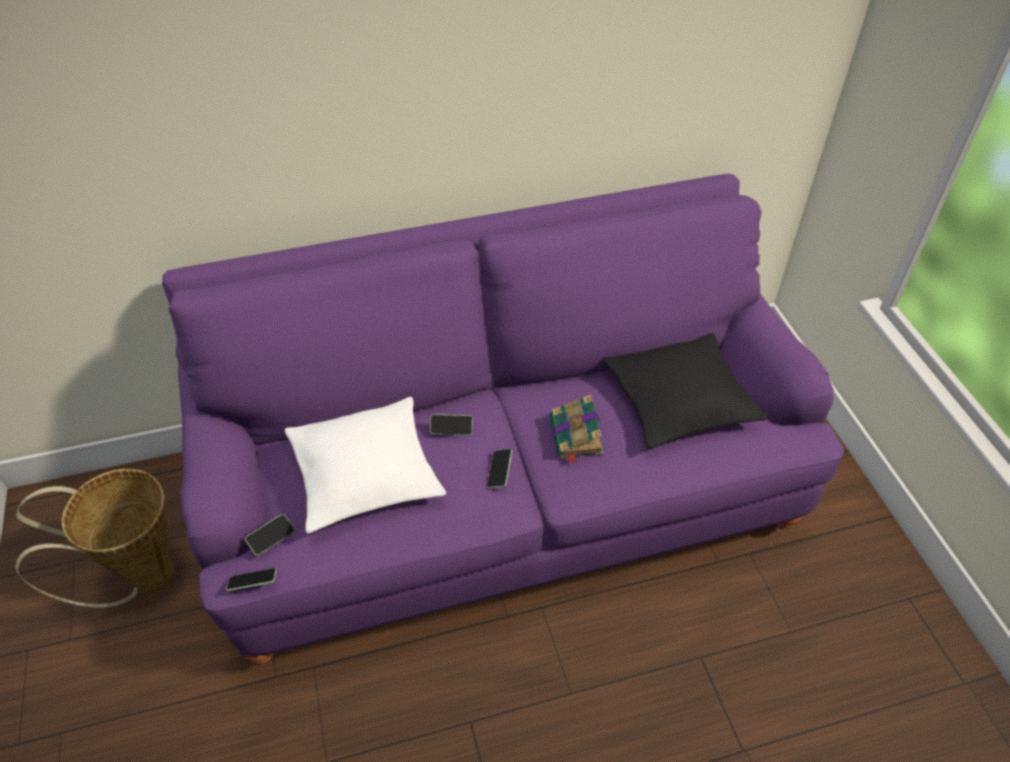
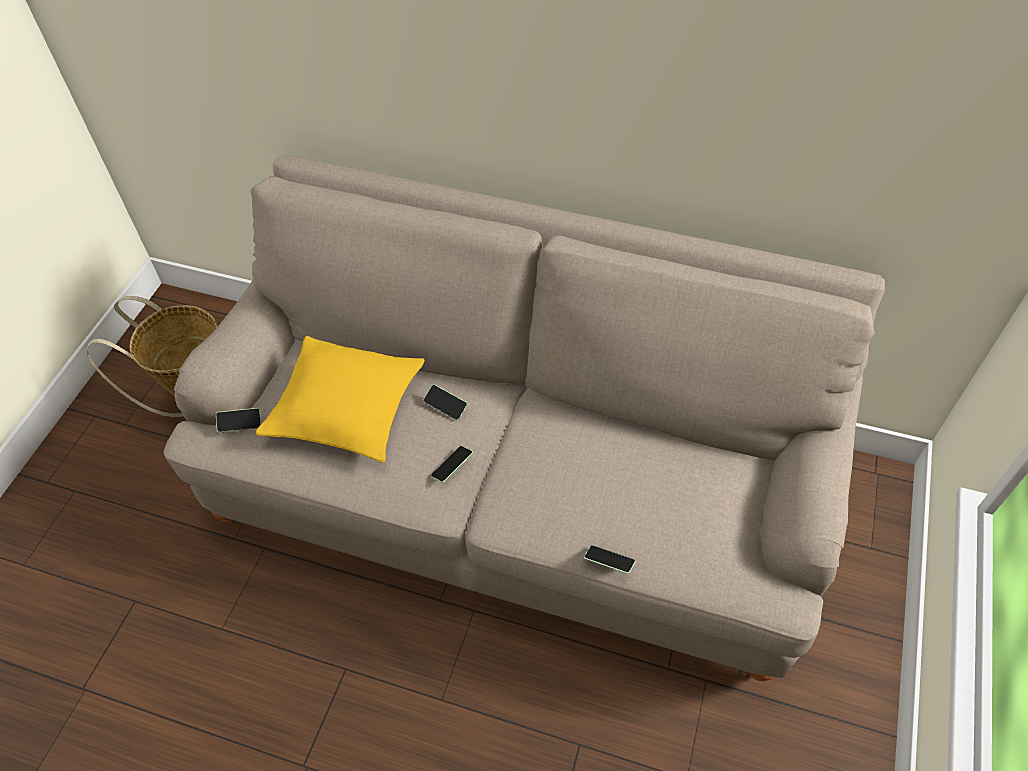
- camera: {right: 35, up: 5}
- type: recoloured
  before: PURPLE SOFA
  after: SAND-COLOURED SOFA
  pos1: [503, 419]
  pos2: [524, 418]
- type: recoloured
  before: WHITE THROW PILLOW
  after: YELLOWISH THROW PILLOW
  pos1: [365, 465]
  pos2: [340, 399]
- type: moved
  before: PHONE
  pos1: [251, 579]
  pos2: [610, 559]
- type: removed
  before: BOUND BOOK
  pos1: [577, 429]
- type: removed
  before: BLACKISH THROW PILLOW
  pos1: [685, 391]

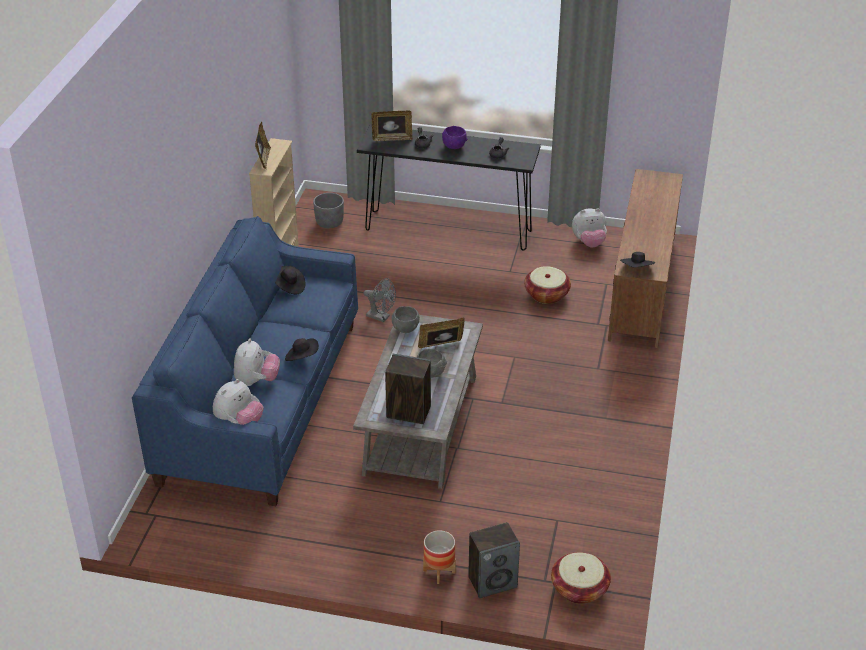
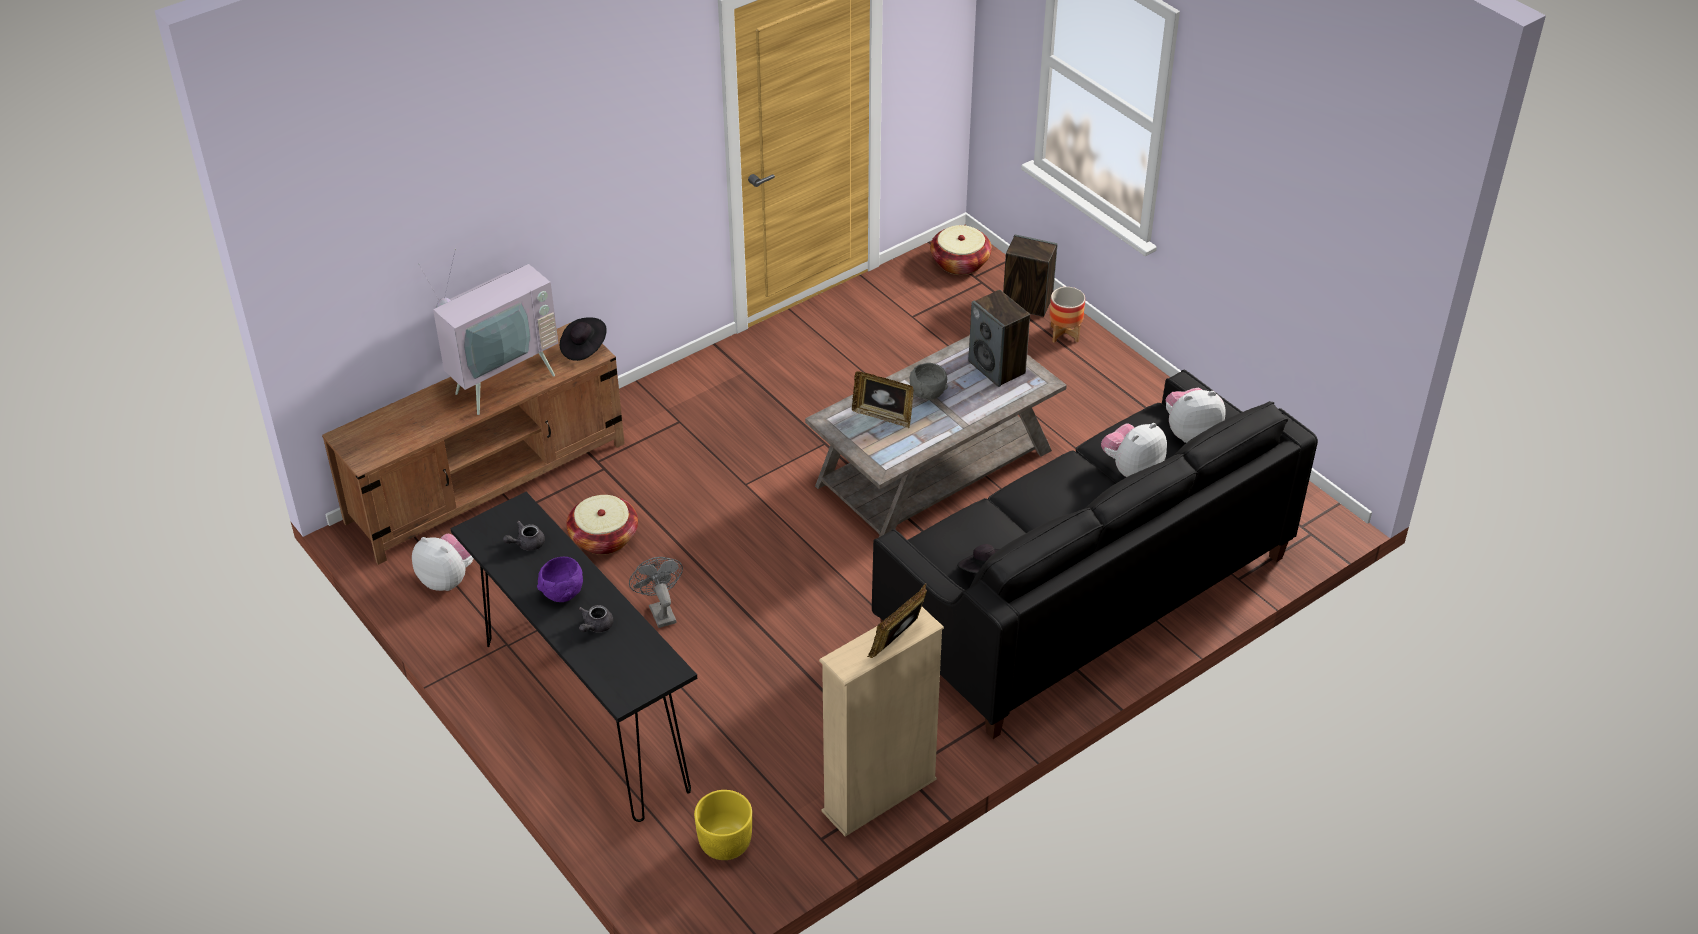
- camera: {right: -140, up: 5}
- type: added
  after: TV
  pos2: [488, 332]
- type: moved
  before: GREYISH ELECTRIC FAN
  pos1: [379, 300]
  pos2: [656, 592]
- type: recoloured
  before: GREYISH FLOWER POT
  after: YELLOWISH FLOWER POT
  pos1: [328, 210]
  pos2: [723, 825]
- type: recoloured
  before: BLUISH SOFA
  after: BLACKISH SOFA
  pos1: [245, 361]
  pos2: [1095, 554]
- type: removed
  before: BLACKISH CLOTHING HAT
  pos1: [302, 349]
- type: removed
  before: PHOTO FRAME
  pos1: [391, 126]
- type: removed
  before: GREYISH DEEP DISH
  pos1: [406, 319]

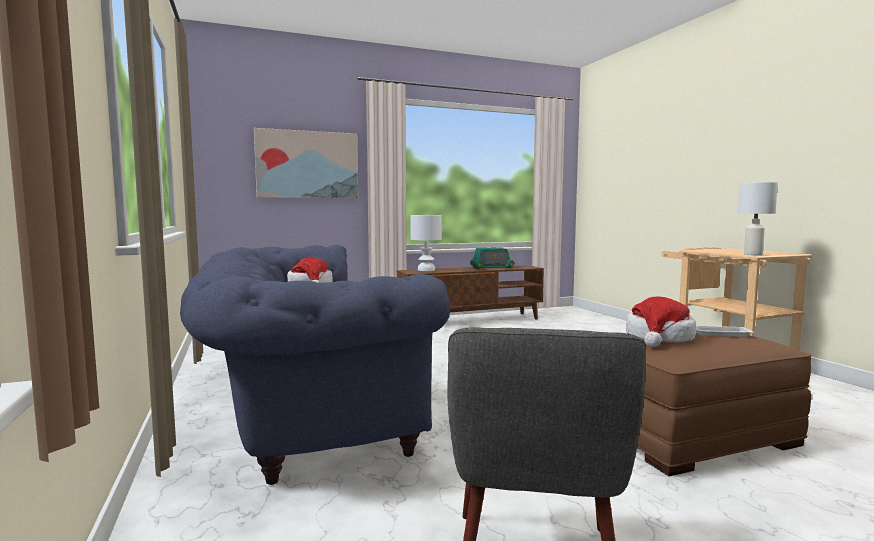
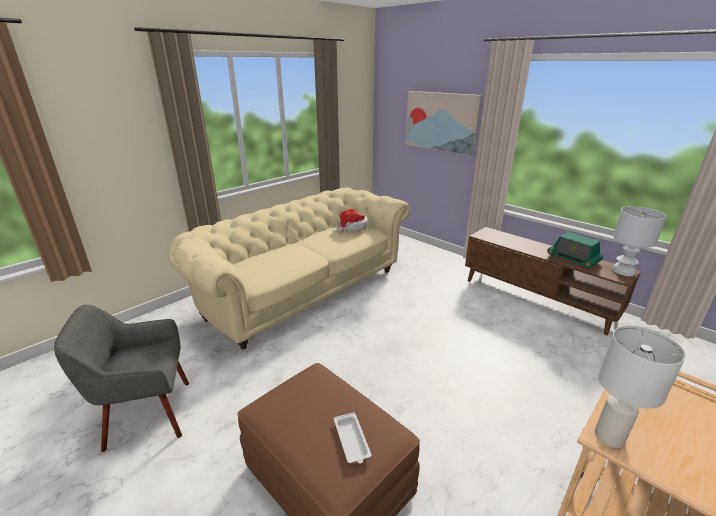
- camera: {right: 65, up: 20}
- type: recoloured
  before: BLUISH SOFA
  after: SAND-COLOURED SOFA
  pos1: [315, 365]
  pos2: [289, 268]
- type: moved
  before: WHITE TABLE LAMP
  pos1: [426, 243]
  pos2: [639, 241]
- type: removed
  before: CLOTHING HAT
  pos1: [661, 322]

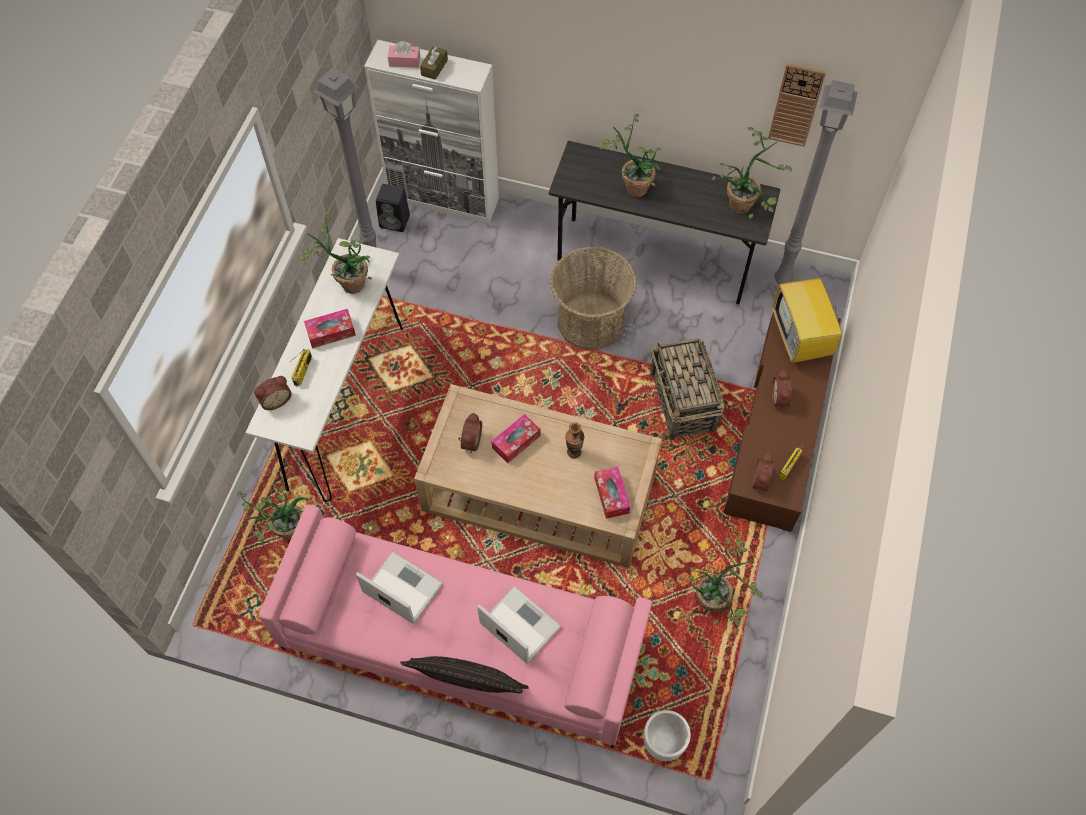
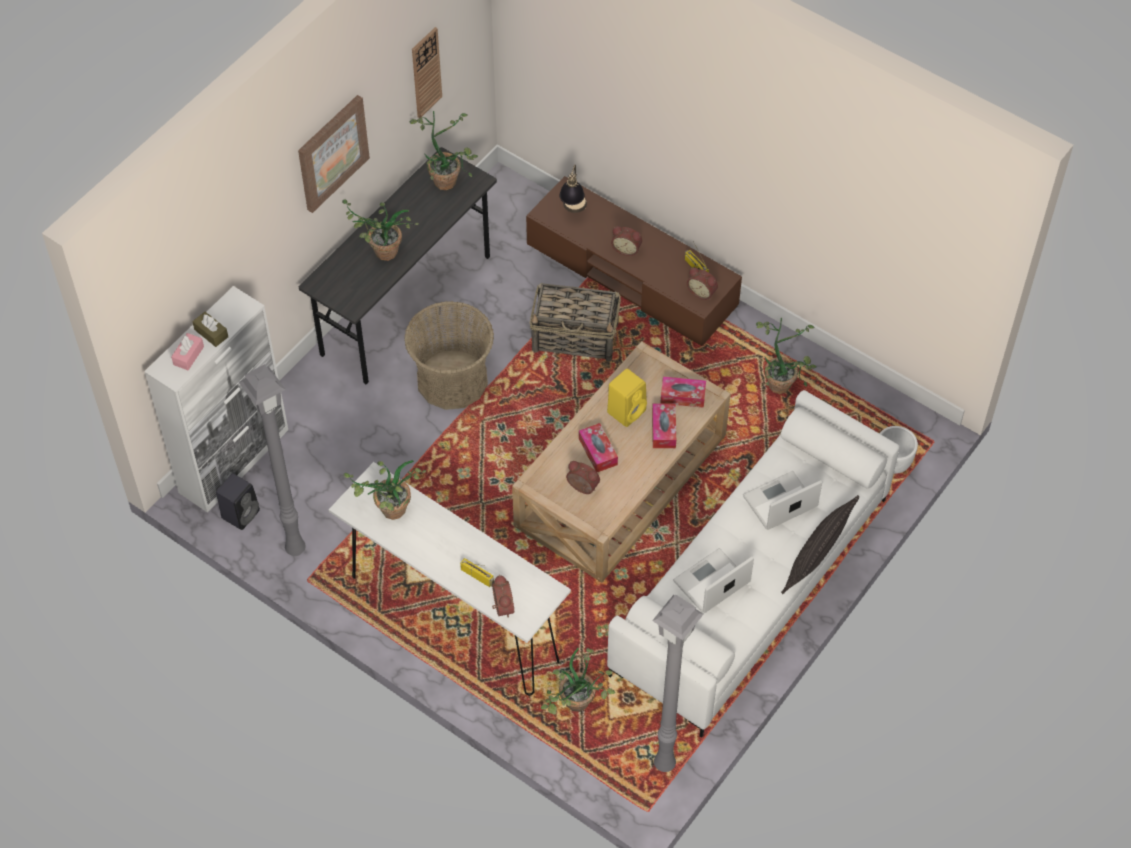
- camera: {right: -70, up: -5}
- type: added
  after: PICTURE
  pos2: [334, 154]
- type: replaced
  before: TV
  after: TABLE LAMP
  pos1: [810, 319]
  pos2: [573, 189]
- type: replaced
  before: VASE
  after: YELLOWISH AUDIO SPEAKER
  pos1: [574, 440]
  pos2: [627, 398]
- type: recoloured
  before: PINK-COLOURED SOFA
  after: WHITE SOFA
  pos1: [455, 626]
  pos2: [753, 564]
- type: moved
  before: BOX OF TISSUES
  pos1: [330, 328]
  pos2: [664, 425]
- type: moved
  before: GREYISH STANDARD LAMP
  pos1: [816, 182]
  pos2: [677, 683]

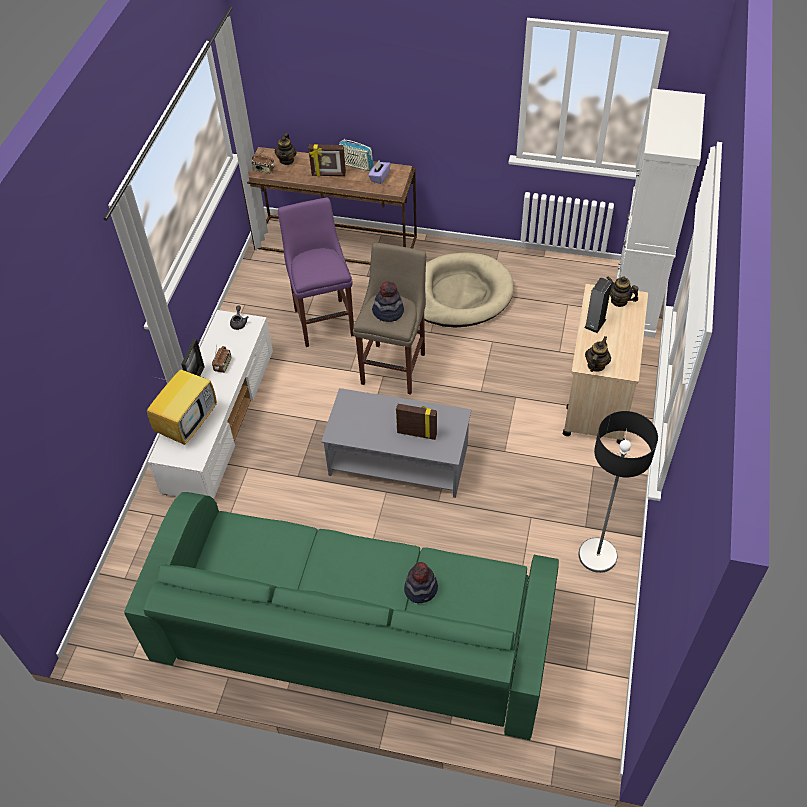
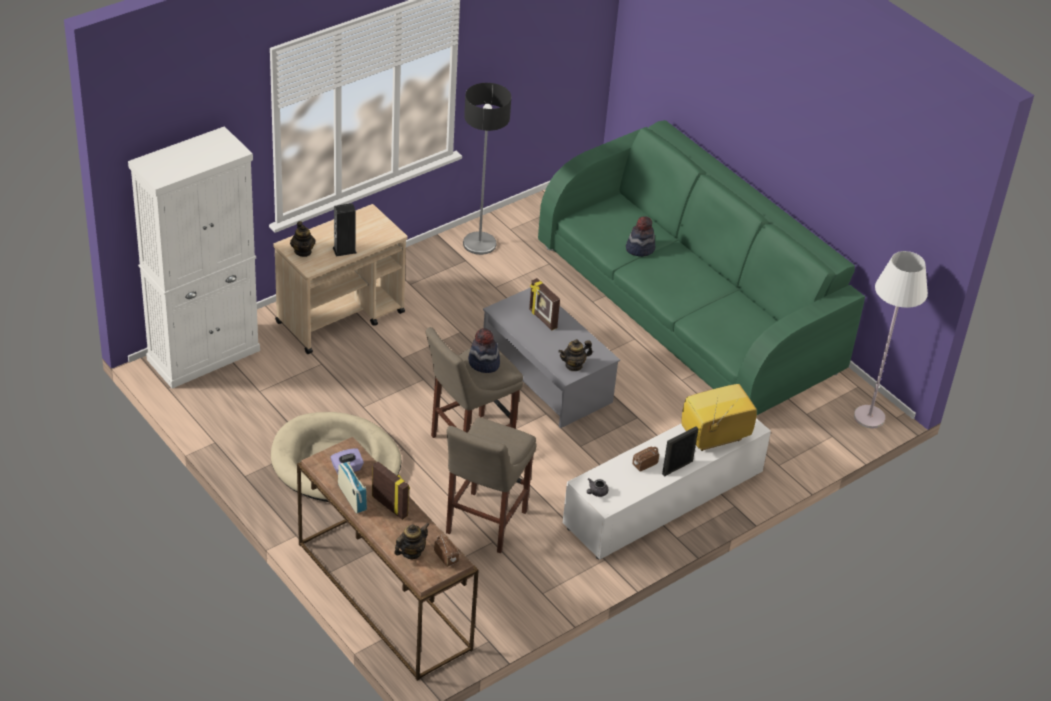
- camera: {right: -145, up: -10}
- type: recoloured
  before: PURPLE STOOL
  after: SAND-COLOURED STOOL
  pos1: [316, 272]
  pos2: [491, 485]
- type: moved
  before: POT FOR TEA
  pos1: [598, 354]
  pos2: [575, 355]
- type: added
  after: WHITE STANDARD LAMP
  pos2: [891, 340]

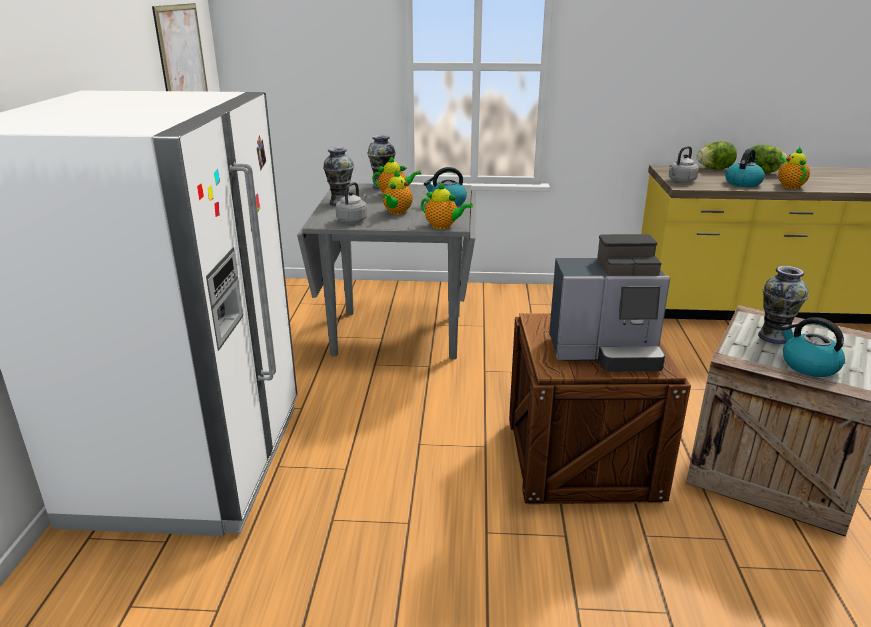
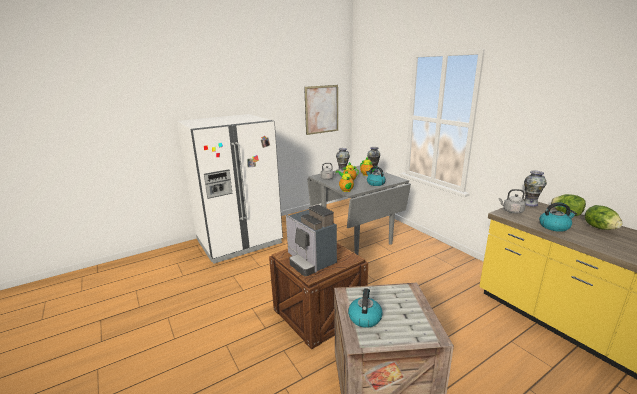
- camera: {right: 55, up: -5}
- type: moved
  before: VASE
  pos1: [783, 305]
  pos2: [535, 189]
- type: removed
  before: POT FOR TEA
  pos1: [794, 168]

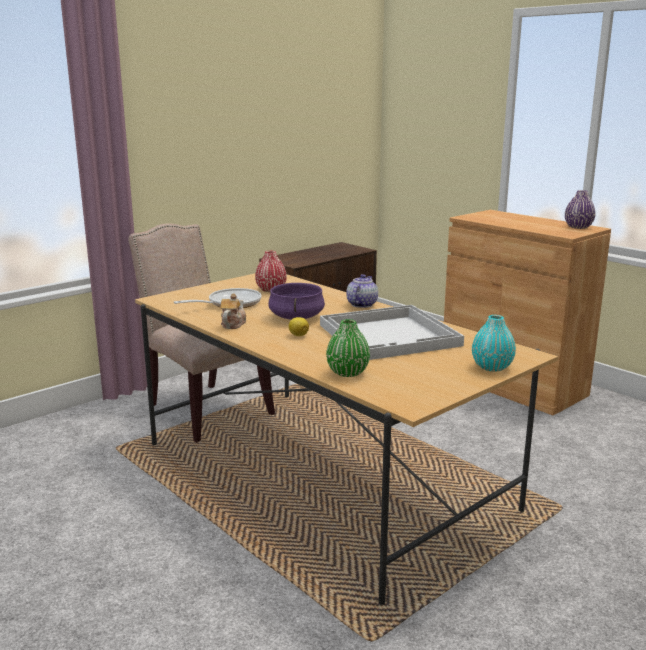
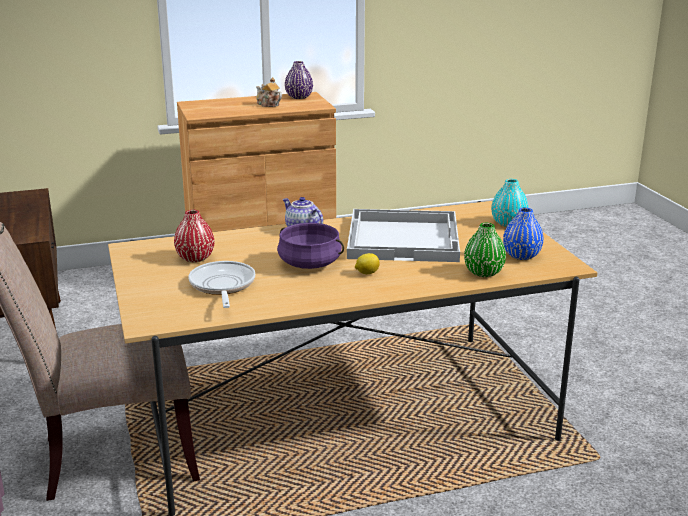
- camera: {right: -65, up: 5}
- type: moved
  before: POT FOR TEA
  pos1: [233, 311]
  pos2: [269, 92]
- type: added
  after: BLUISH VASE
  pos2: [523, 234]

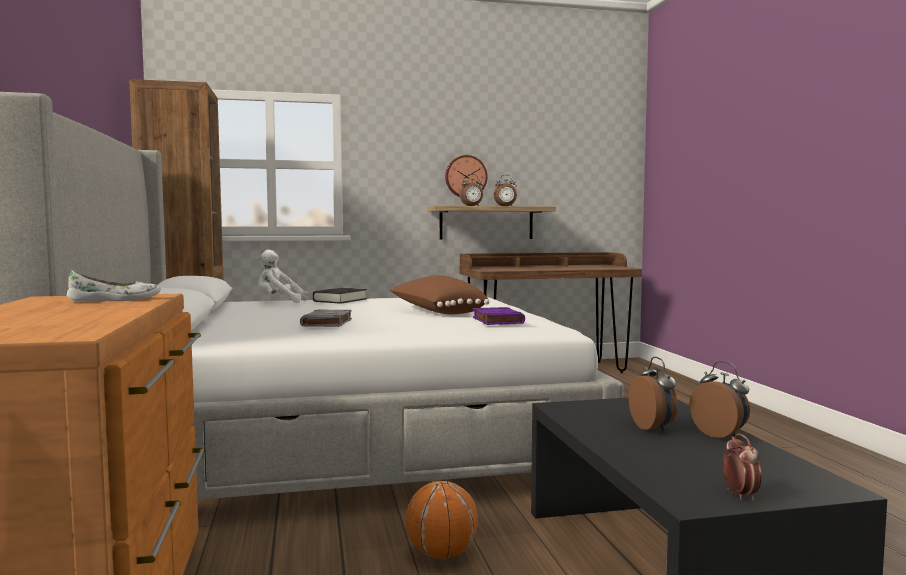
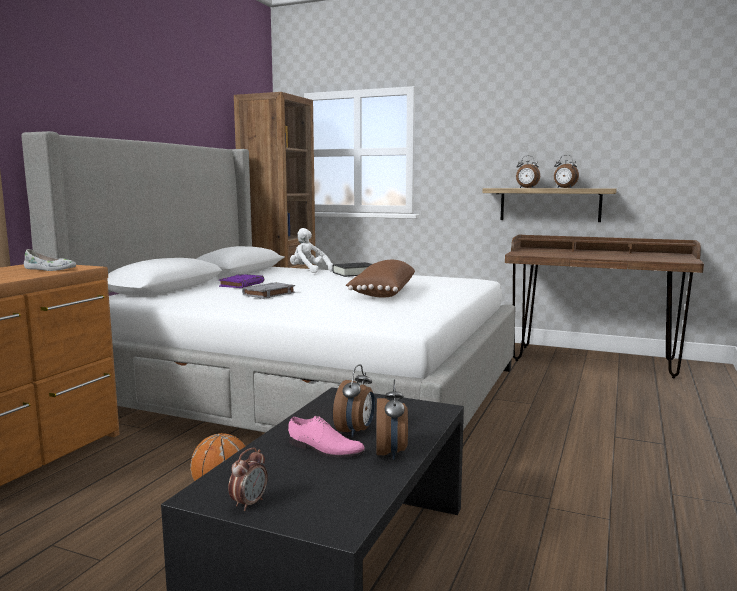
- camera: {right: 35, up: 5}
- type: moved
  before: PURPLE BOUND BOOK
  pos1: [499, 316]
  pos2: [241, 281]
- type: added
  after: PINK-COLOURED LOW SHOE
  pos2: [327, 436]
- type: removed
  before: CLOCK ON THE WALL
  pos1: [466, 176]

